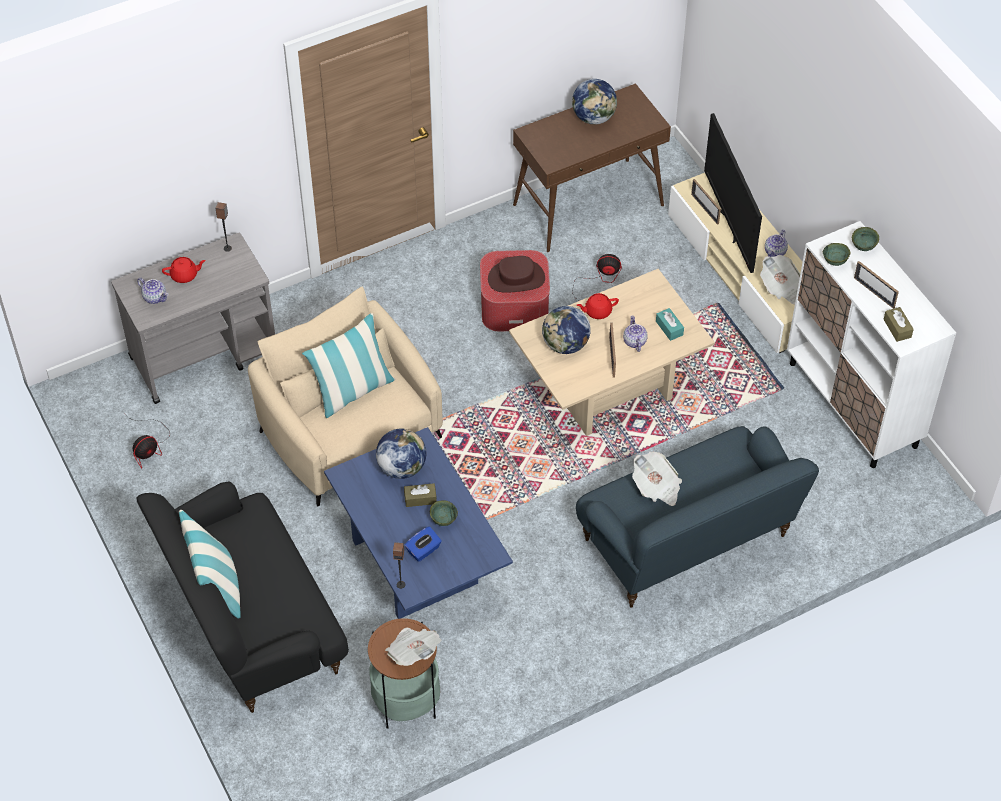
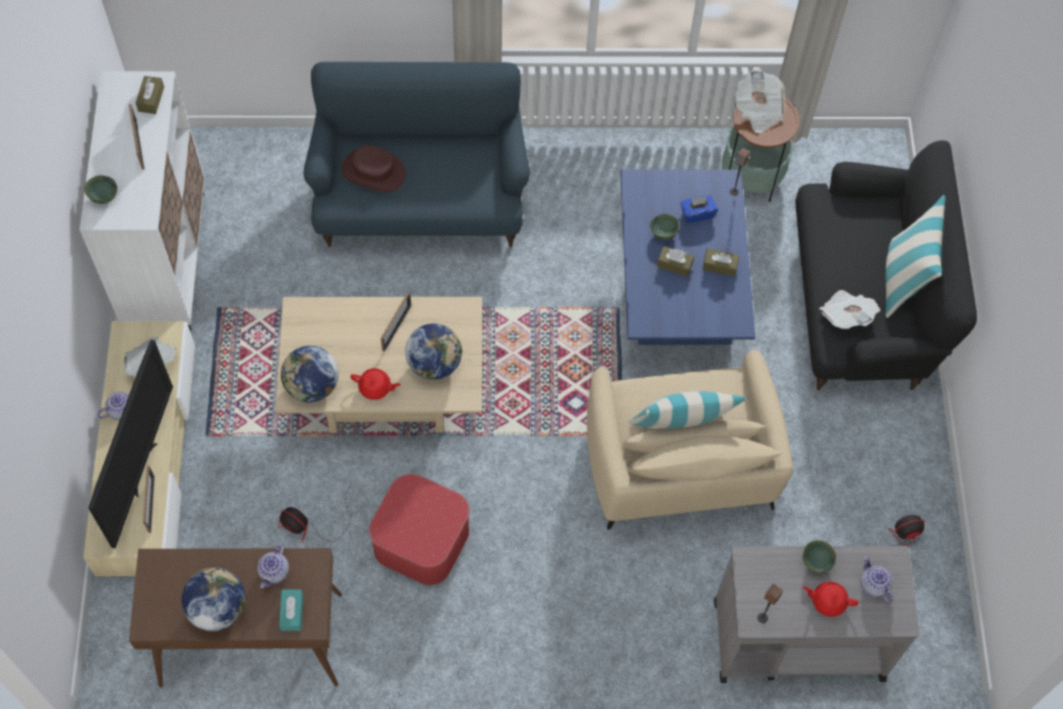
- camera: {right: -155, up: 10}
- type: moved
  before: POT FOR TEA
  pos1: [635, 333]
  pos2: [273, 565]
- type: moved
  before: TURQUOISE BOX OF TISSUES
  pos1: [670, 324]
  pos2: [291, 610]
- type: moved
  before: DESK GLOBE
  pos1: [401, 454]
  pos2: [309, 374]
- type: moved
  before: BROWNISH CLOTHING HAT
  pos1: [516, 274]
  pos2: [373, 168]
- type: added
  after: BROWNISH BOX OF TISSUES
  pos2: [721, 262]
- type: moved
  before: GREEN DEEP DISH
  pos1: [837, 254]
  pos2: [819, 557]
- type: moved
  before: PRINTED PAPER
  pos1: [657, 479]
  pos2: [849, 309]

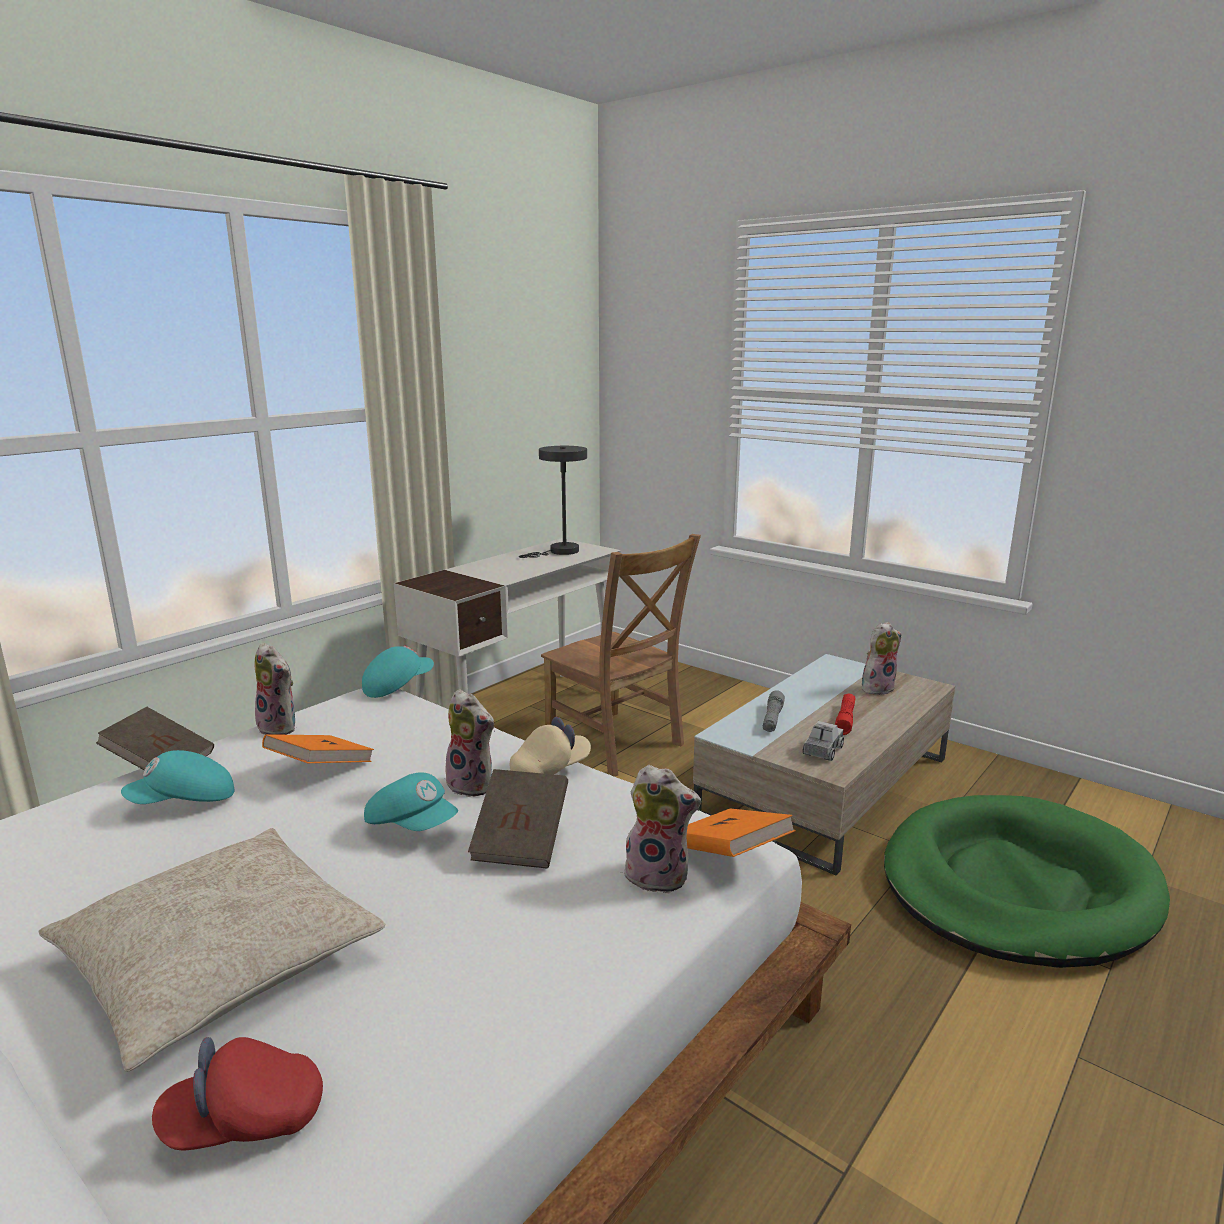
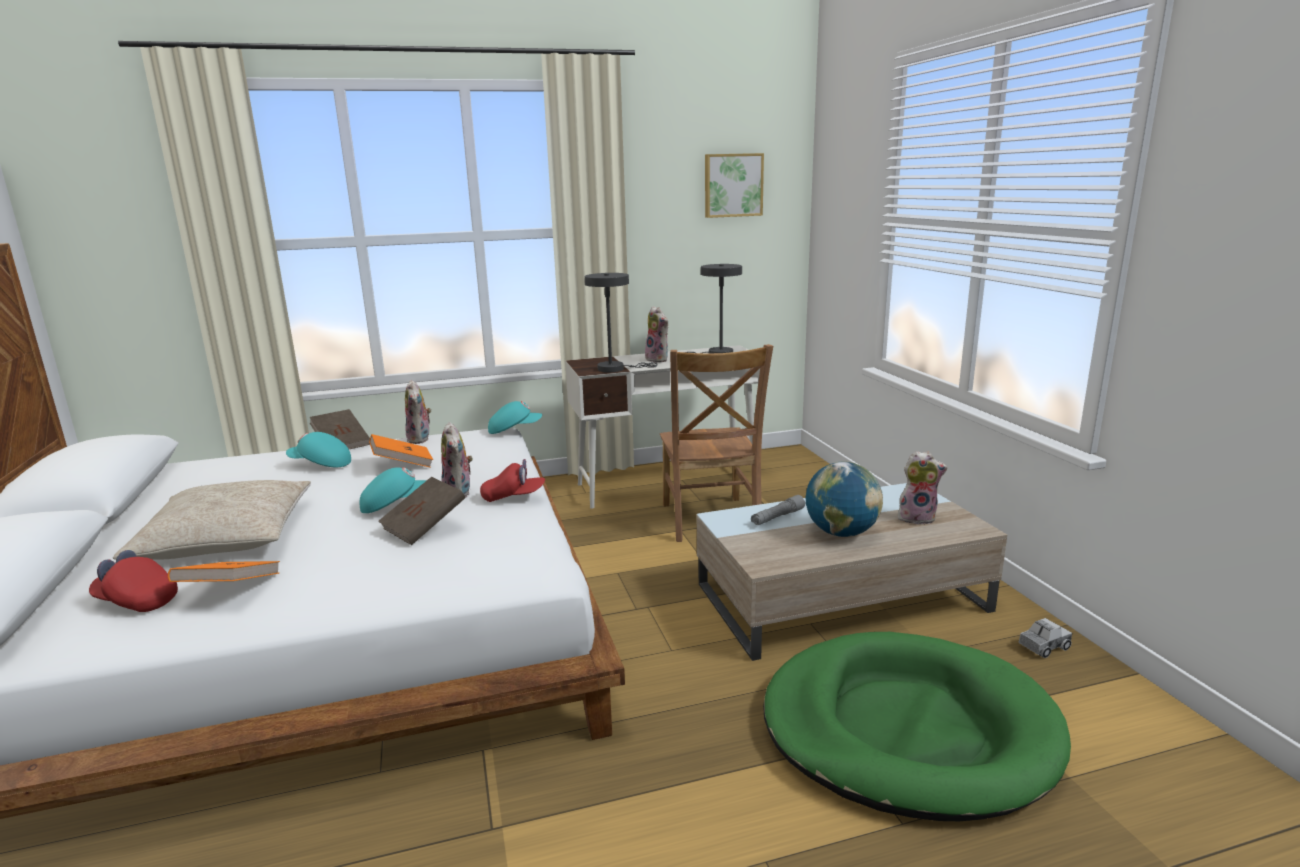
- camera: {right: 35, up: 0}
- type: moved
  before: ORANGEY BOUND BOOK
  pos1: [741, 832]
  pos2: [224, 571]
- type: turned
  before: TURQUOISE CAP
  pos1: [411, 801]
  pos2: [393, 490]
  turn: -90
- type: recoloured
  before: SAND-COLOURED CAP
  after: RED-COLOURED CAP
  pos1: [550, 745]
  pos2: [512, 480]
- type: added
  after: GREYISH TABLE LAMP
  pos2: [621, 322]
- type: moved
  before: PLUSH TOY
  pos1: [662, 829]
  pos2: [656, 334]
- type: added
  after: PICTURE
  pos2: [734, 185]
- type: replaced
  before: RED-COLOURED FLASHLIGHT
  after: DESK GLOBE
  pos1: [845, 714]
  pos2: [844, 499]
- type: moved
  before: TOY TRUCK
  pos1: [823, 741]
  pos2: [1045, 638]

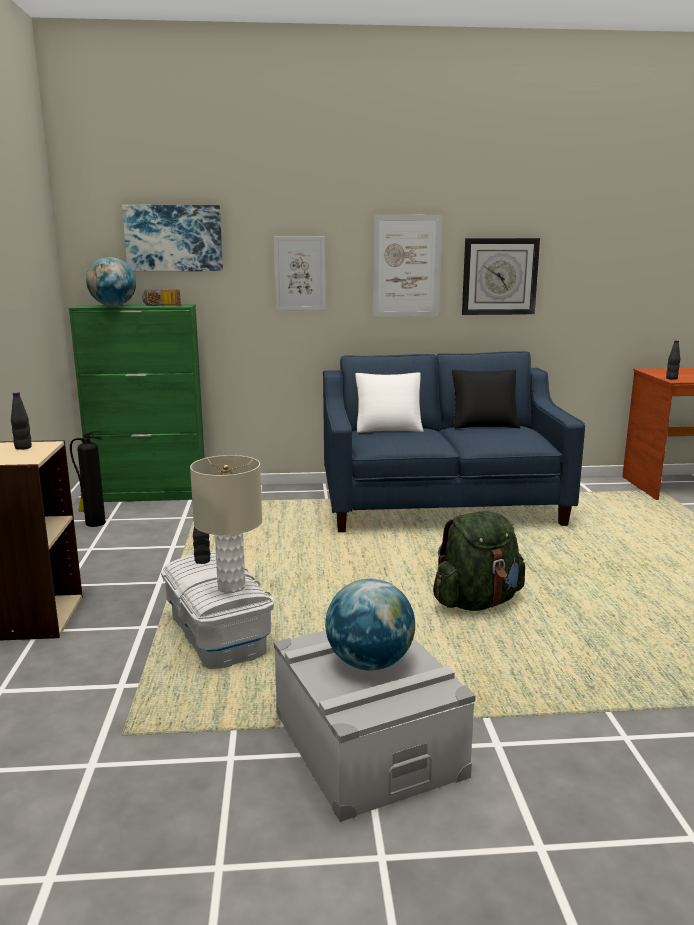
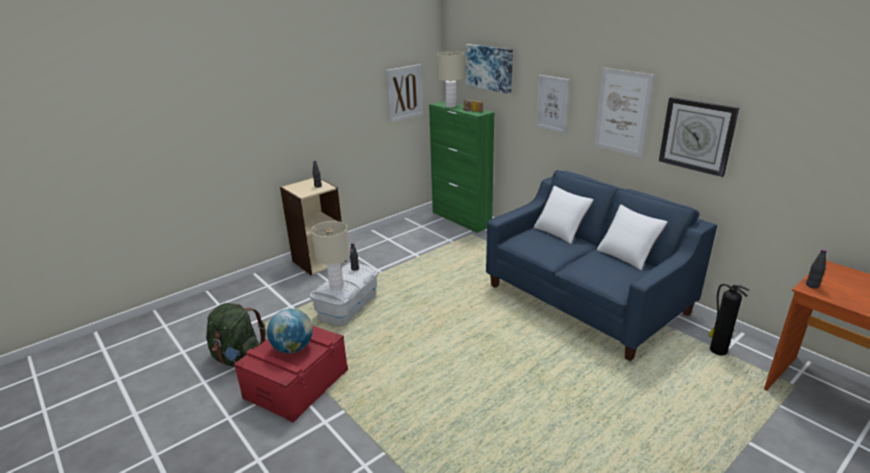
- camera: {right: 55, up: 10}
- type: moved
  before: GREEN KNAPSACK
  pos1: [479, 561]
  pos2: [236, 335]
- type: recoloured
  before: GREYISH STORAGE BOX
  after: RED-COLOURED STORAGE BOX
  pos1: [375, 726]
  pos2: [291, 374]
- type: added
  after: PICTURE
  pos2: [404, 93]
- type: replaced
  before: DESK GLOBE
  after: SAND-COLOURED TABLE LAMP
  pos1: [111, 281]
  pos2: [450, 79]
- type: recoloured
  before: BLACKISH THROW PILLOW
  after: WHITE THROW PILLOW
  pos1: [486, 399]
  pos2: [632, 237]
- type: moved
  before: EXTINGUISHER
  pos1: [88, 478]
  pos2: [728, 320]

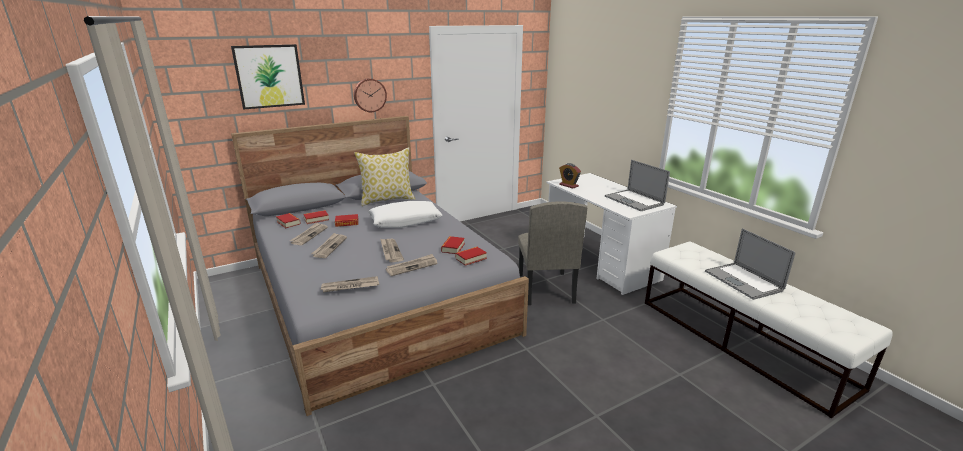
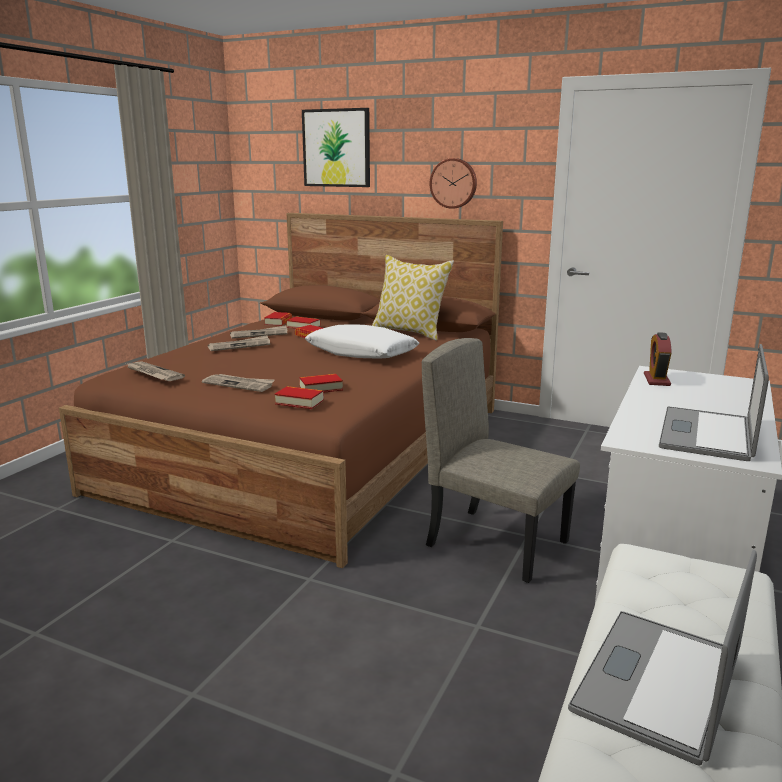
- camera: {right: 55, up: -5}
- type: recoloured
  before: GREYISH BED
  after: BROWNISH BED
  pos1: [380, 266]
  pos2: [281, 390]
- type: turned
  before: SAND-COLOURED UPRIGHT CHAIR
  pos1: [552, 253]
  pos2: [501, 460]
  turn: 75
- type: removed
  before: PRINTED PAPER
  pos1: [392, 250]

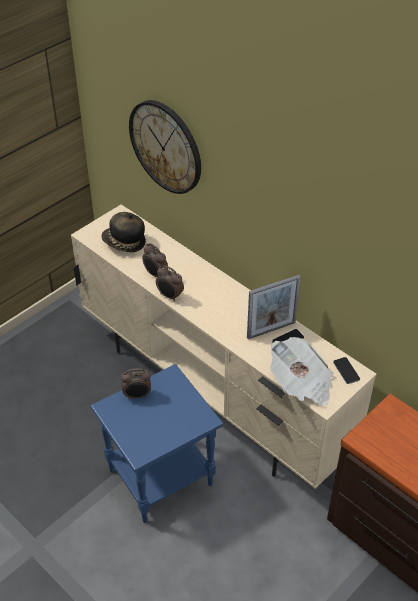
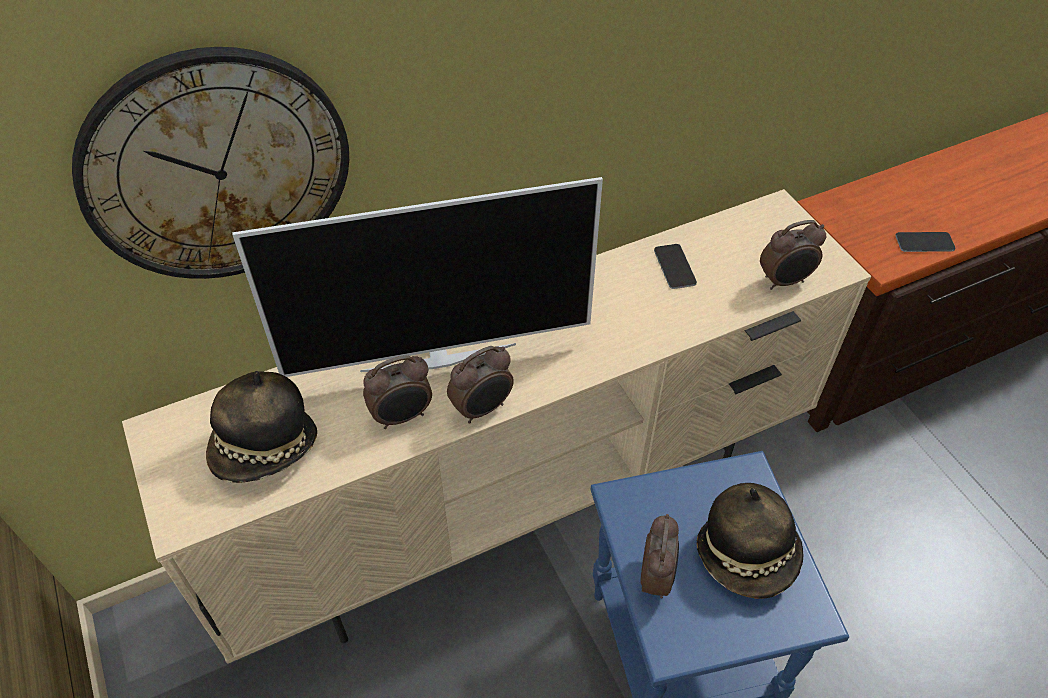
- camera: {right: -70, up: 5}
- type: added
  after: TV
  pos2: [417, 277]
- type: added
  after: CLOTHING HAT
  pos2: [750, 541]
- type: replaced
  before: PRINTED PAPER
  after: TABLE CLOCK
  pos1: [302, 371]
  pos2: [793, 255]
- type: moved
  before: PHONE
  pos1: [346, 370]
  pos2: [925, 242]
- type: removed
  before: PHOTO FRAME
  pos1: [273, 307]

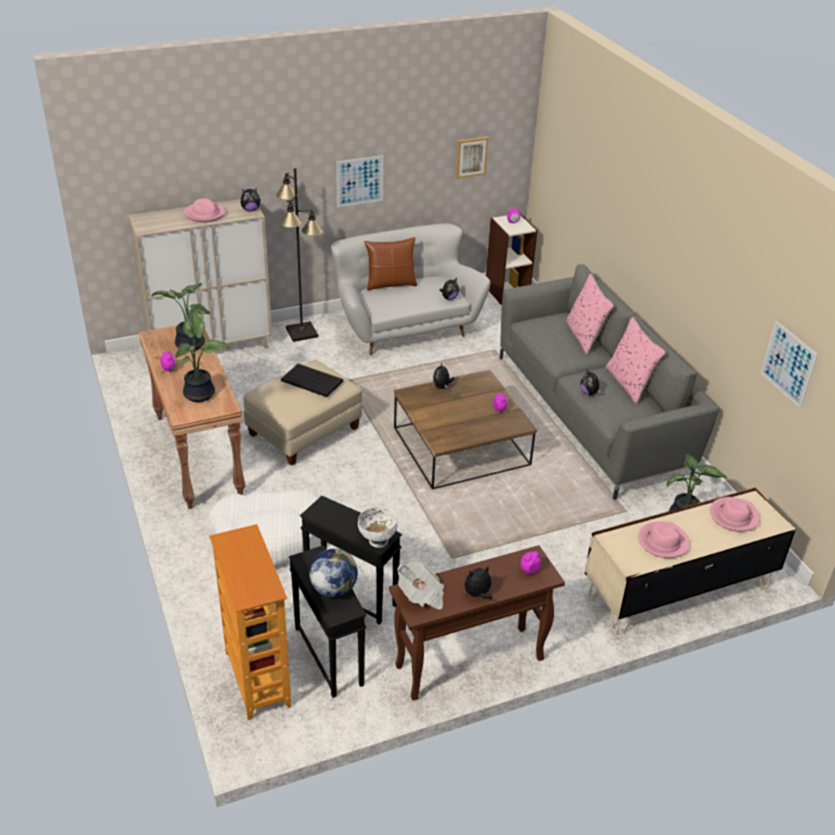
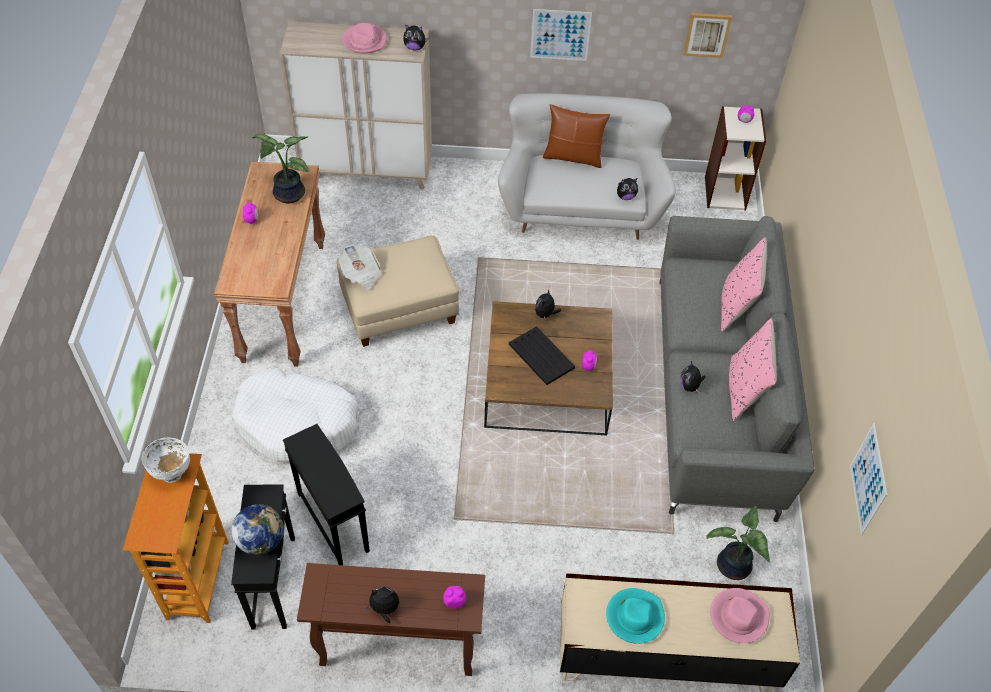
- camera: {right: 25, up: 15}
- type: moved
  before: WHITE DEEP DISH
  pos1: [378, 527]
  pos2: [166, 460]
- type: moved
  before: PRINTED PAPER
  pos1: [421, 585]
  pos2: [360, 267]
- type: moved
  before: BLACKISH TRAY
  pos1: [312, 380]
  pos2: [542, 355]
- type: recoloured
  before: PINK-COLOURED CLOTHING HAT
  after: TURQUOISE CLOTHING HAT
  pos1: [664, 539]
  pos2: [635, 616]
- type: removed
  before: POTTED PLANT
  pos1: [200, 355]
- type: removed
  before: BLACKISH STANDARD LAMP
  pos1: [299, 255]

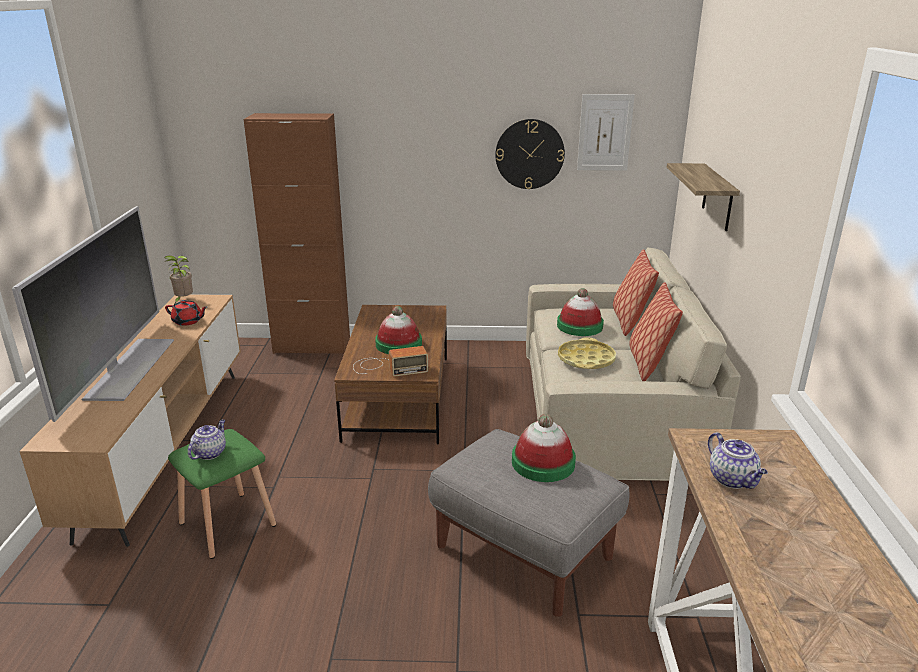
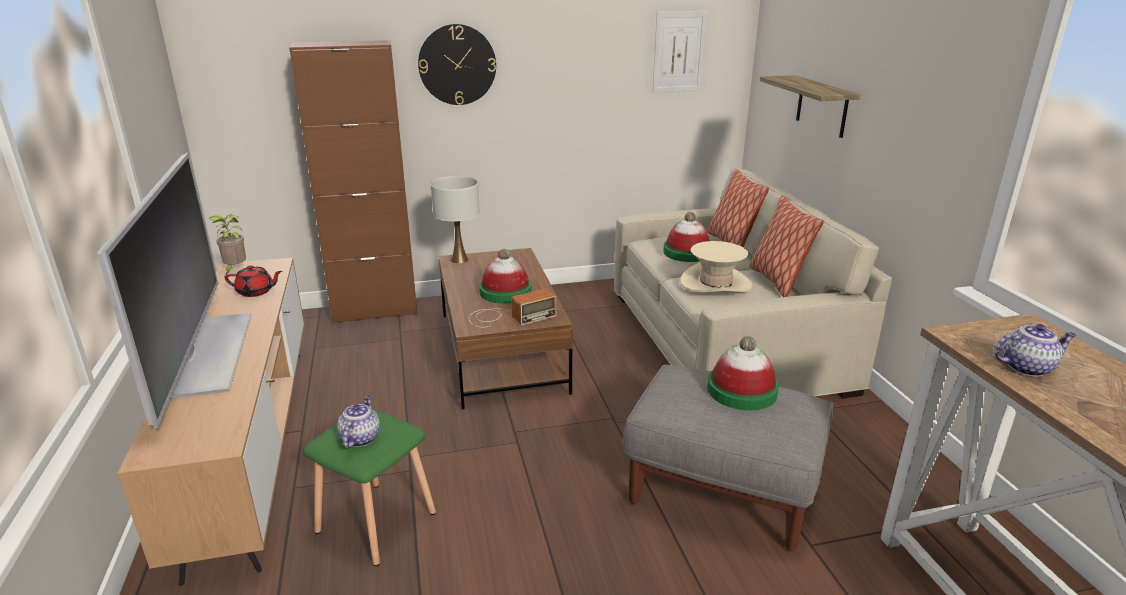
- camera: {right: -15, up: 0}
- type: moved
  before: CLOCK ON THE WALL
  pos1: [530, 154]
  pos2: [457, 64]
- type: added
  after: WHITE TABLE LAMP
  pos2: [455, 220]
- type: replaced
  before: YELLOWISH TRAY
  after: SAND-COLOURED CLOTHING HAT
  pos1: [587, 353]
  pos2: [716, 266]
- type: turned
  before: POT FOR TEA
  pos1: [738, 460]
  pos2: [1035, 350]
  turn: -60

